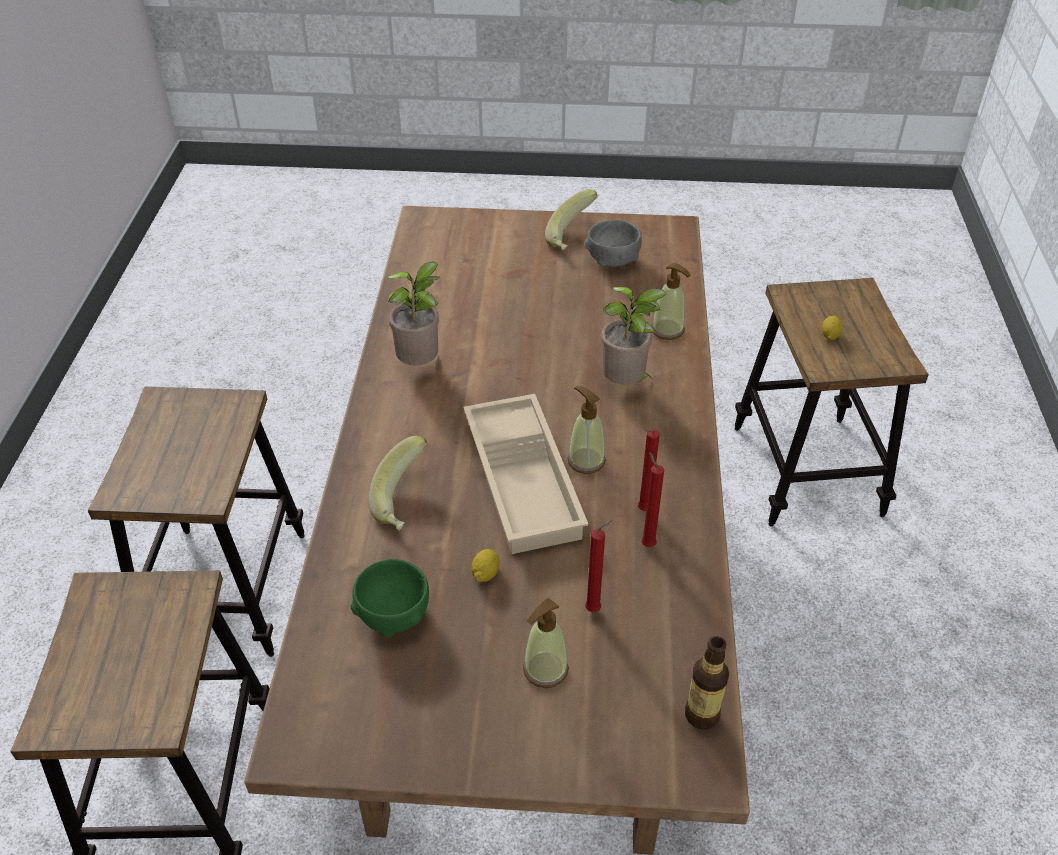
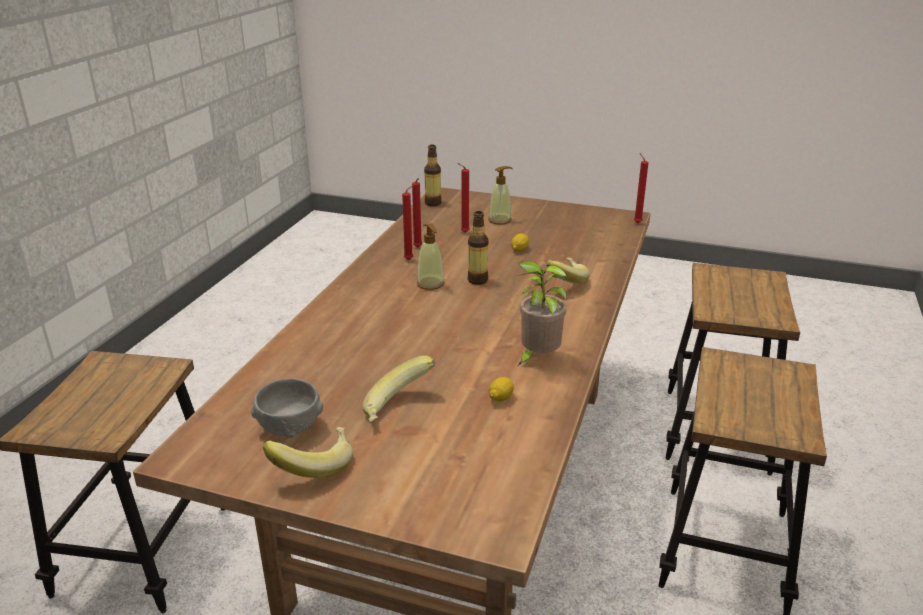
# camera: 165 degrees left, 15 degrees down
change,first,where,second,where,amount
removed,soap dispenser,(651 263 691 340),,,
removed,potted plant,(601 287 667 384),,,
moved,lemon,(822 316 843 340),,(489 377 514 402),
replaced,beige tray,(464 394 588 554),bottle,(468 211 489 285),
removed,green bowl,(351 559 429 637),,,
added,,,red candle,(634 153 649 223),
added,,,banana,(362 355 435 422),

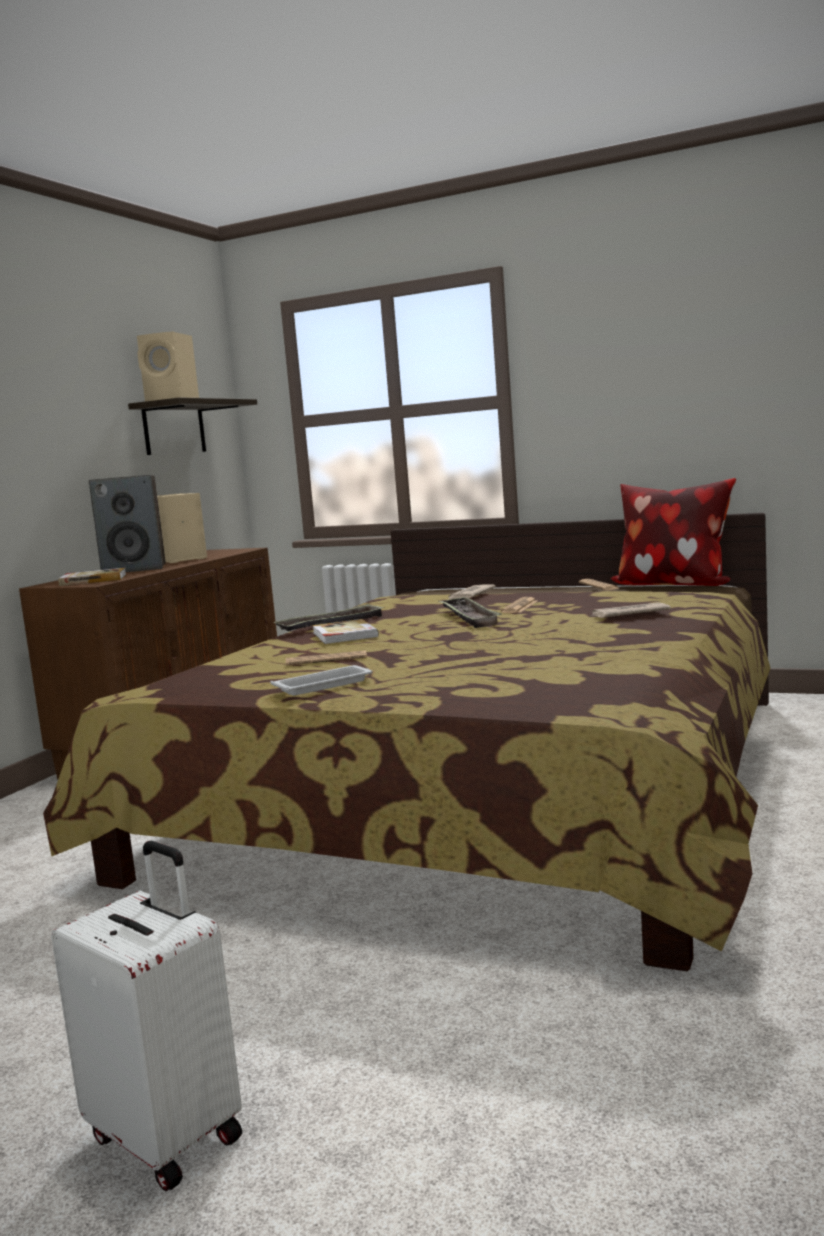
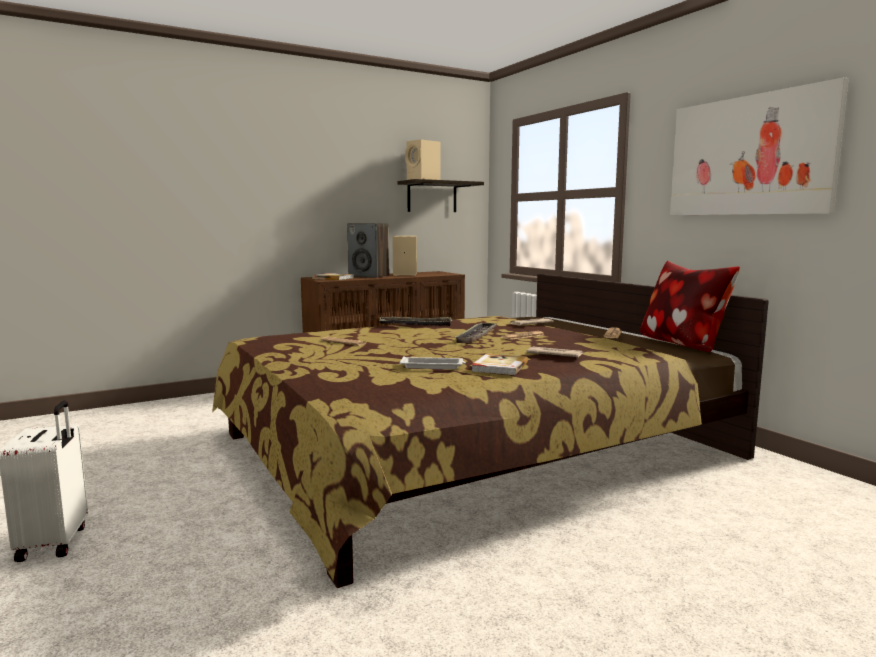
# camera: 35 degrees right, 0 degrees up
change,first,where,second,where,amount
moved,book,(312 619 379 644),,(471 353 528 375),
moved,white tray,(270 665 372 696),,(399 356 466 369),
added,,,picture,(670 77 849 215),

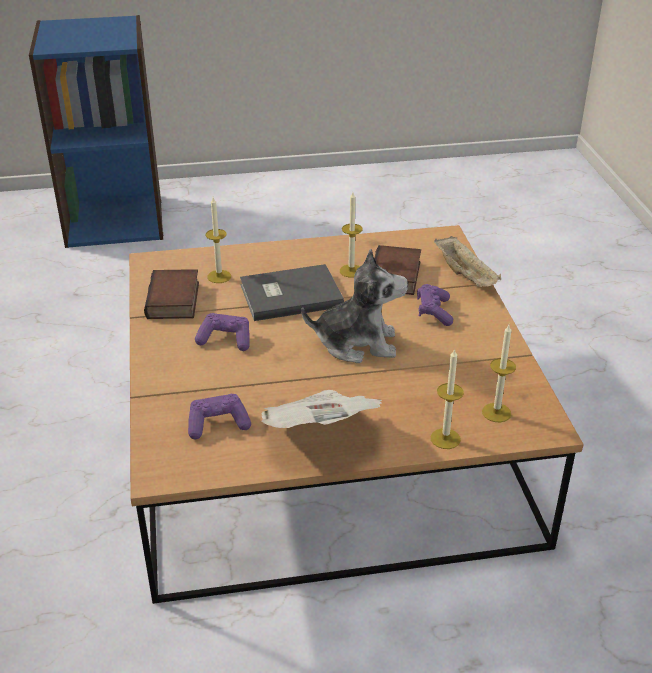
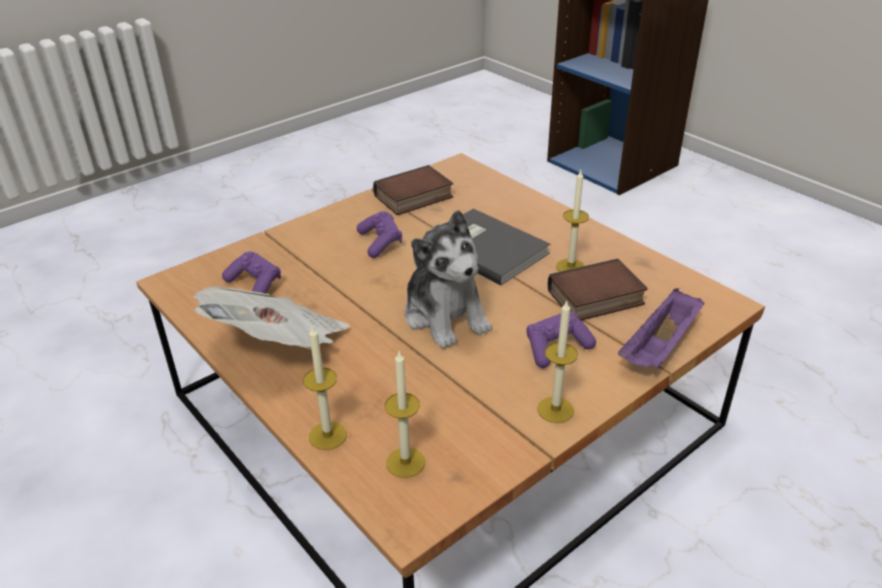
# camera: 60 degrees right, 0 degrees up
change,first,where,second,where,amount
moved,candle,(205 197 231 283),,(537 301 578 423),
recoloured,beige tray,(434 236 501 287),purple tray,(618 288 704 369),

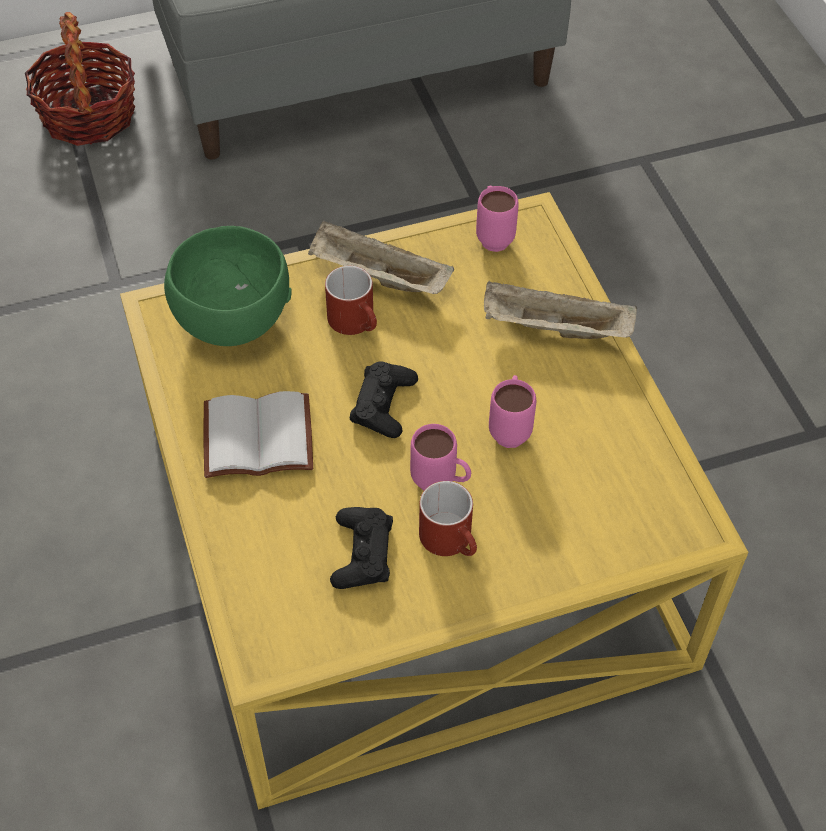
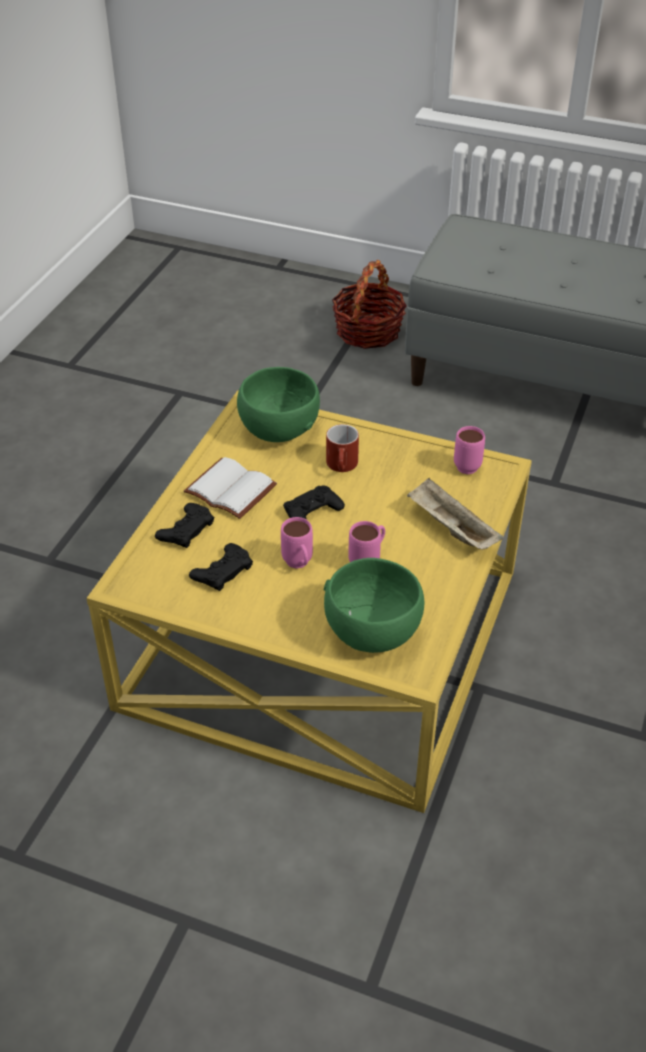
# camera: 40 degrees right, 10 degrees down
change,first,where,second,where,amount
removed,beige tray,(308 221 454 294),,,
removed,red mug,(419 481 477 556),,,
added,,,black game controller,(155 503 214 548),
added,,,green bowl,(324 558 424 653),

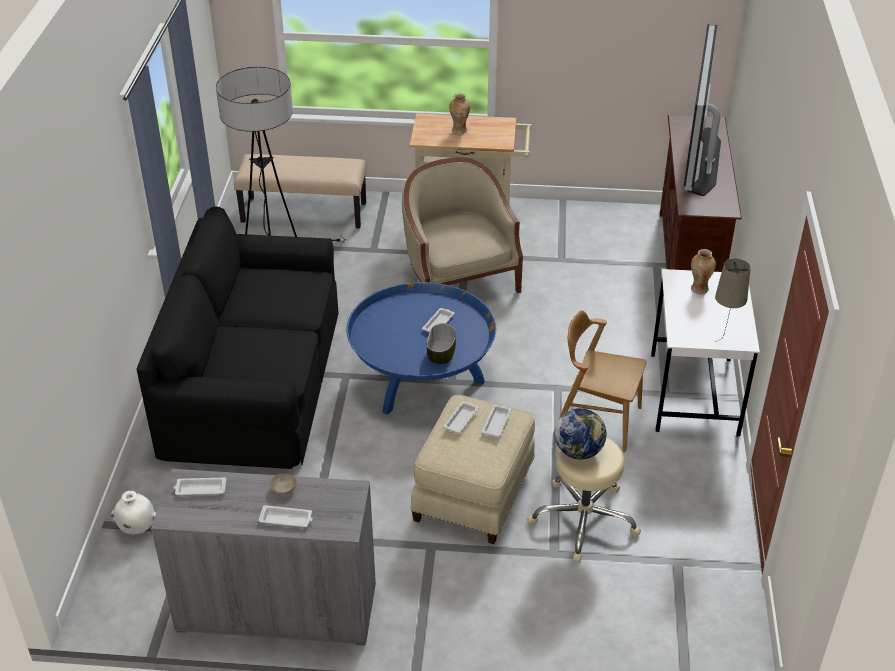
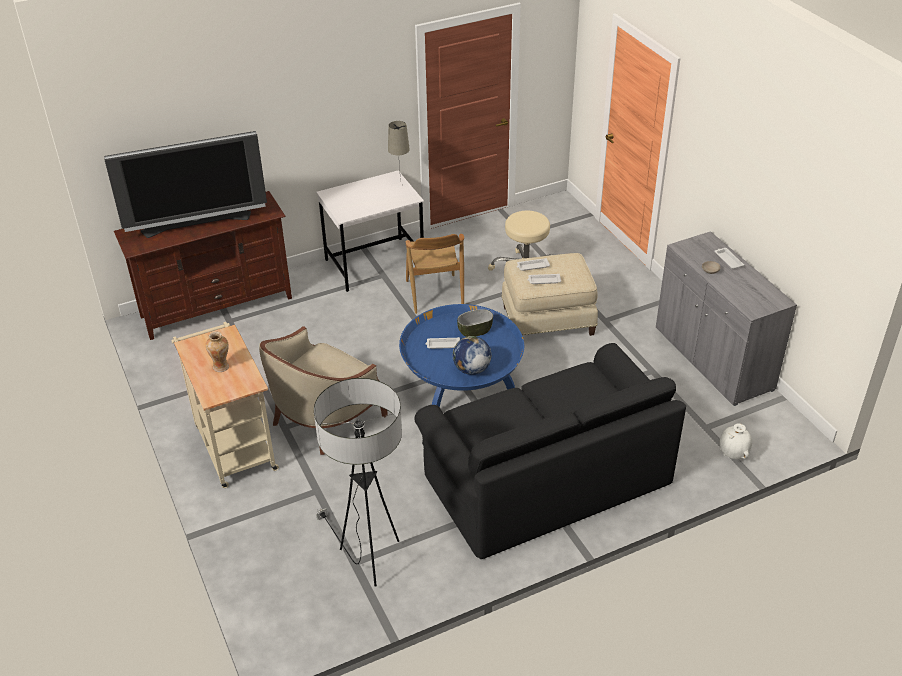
# camera: 120 degrees left, 0 degrees up
change,first,where,second,where,amount
removed,beige bench,(234 154 367 228),,,
removed,vase,(691 249 716 294),,,
moved,globe,(555 408 607 460),,(453 336 491 375),
removed,white tray,(174 477 226 495),,,

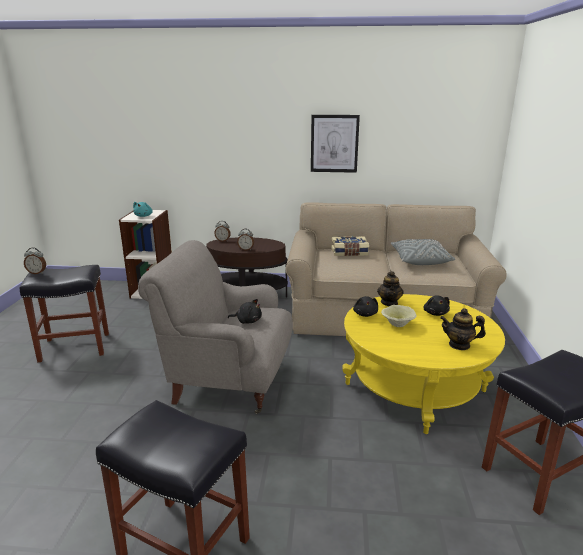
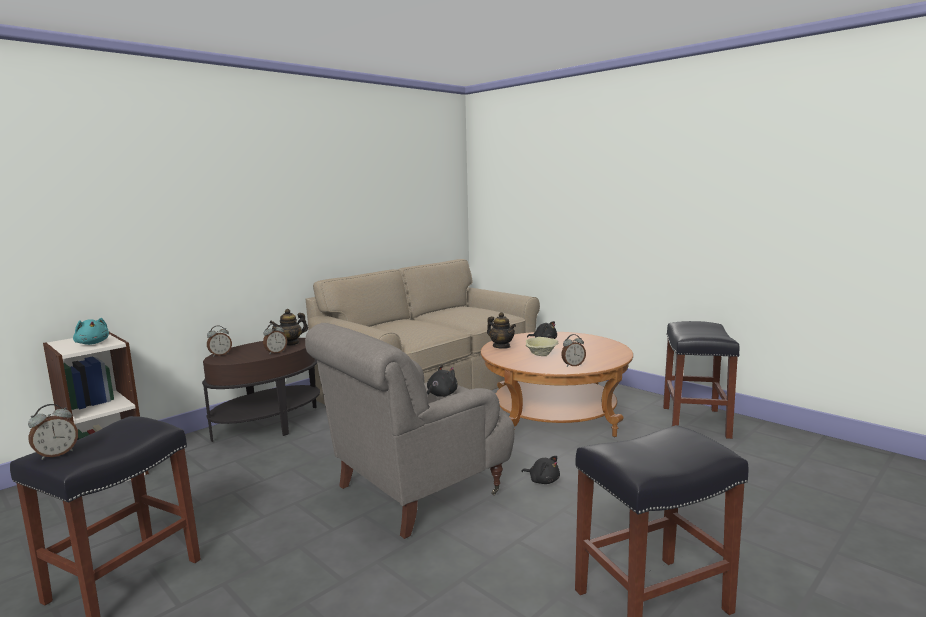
# camera: 50 degrees left, 10 degrees down
change,first,where,second,where,amount
removed,picture,(311 115 360 173),,,
removed,book,(331 236 369 256),,,
removed,grey pillow,(391 239 455 265),,,
recoloured,yellow coffee table,(342 294 505 434),brown coffee table,(481 332 633 437),
moved,black plush toy,(353 296 378 317),,(521 456 560 484),
moved,teapot,(440 308 486 350),,(269 309 308 346),
added,,,alarm clock,(561 334 586 367),

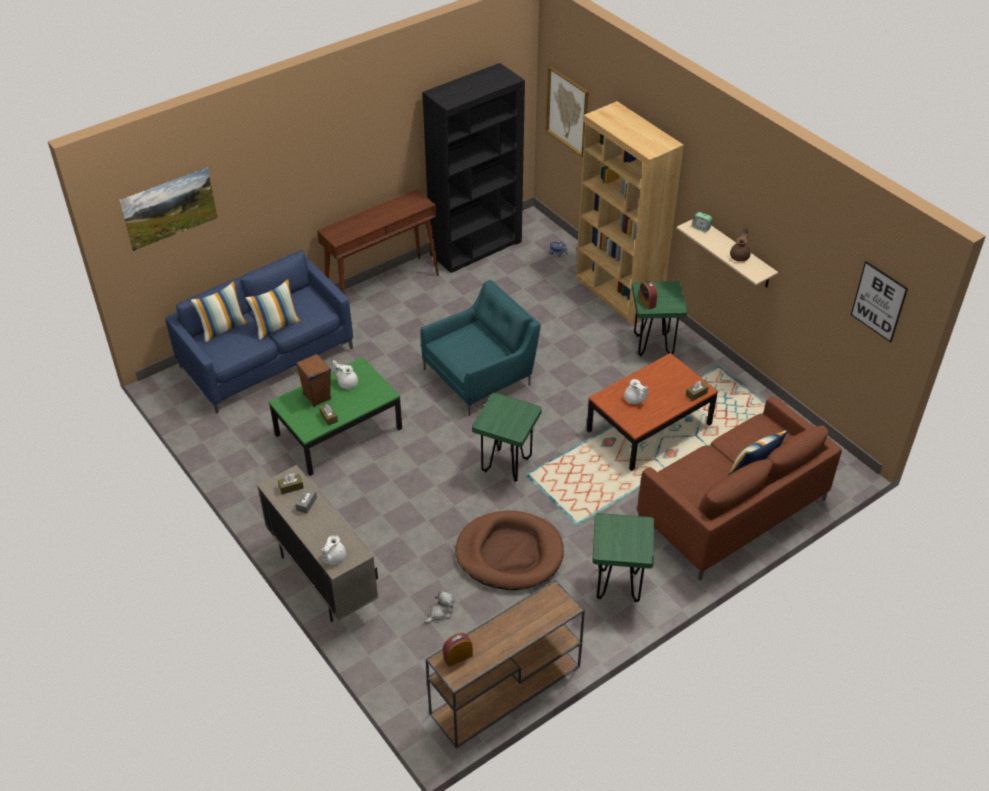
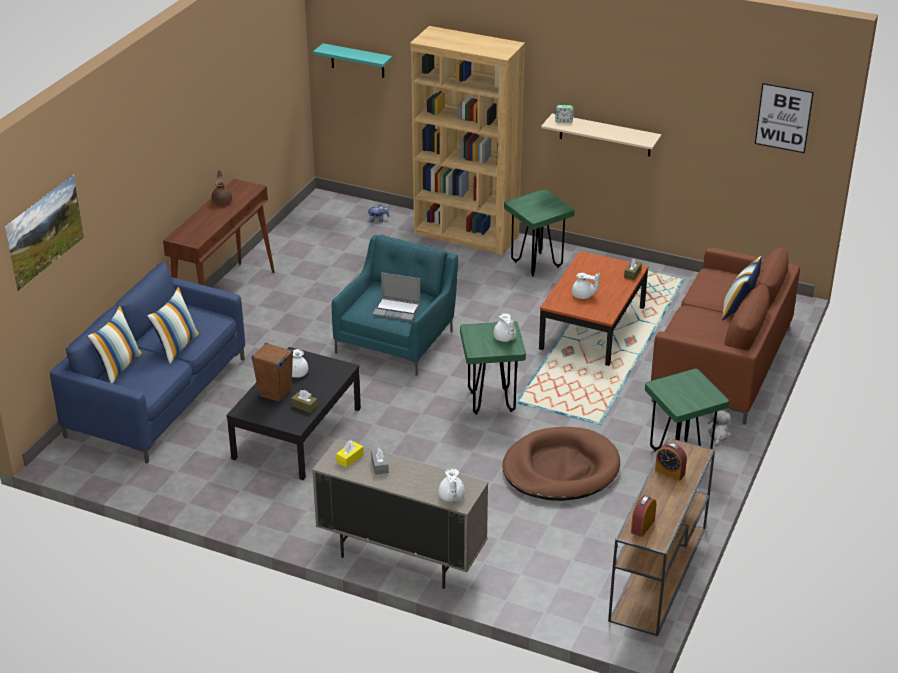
# camera: 30 degrees left, 10 degrees down
change,first,where,second,where,amount
removed,black bookcase,(422 63 525 273),,,
replaced,picture,(546 67 589 157),turquoise shelf,(313 43 392 78),
moved,brown teapot,(730 227 750 262),,(212 170 232 205),
moved,alarm clock,(639 280 657 310),,(655 442 687 481),
recoloured,green coffee table,(269 357 402 476),black coffee table,(226 347 361 480),
recoloured,brown tissue box,(278 473 303 494),yellow tissue box,(336 440 363 468),
moved,plush toy,(424 590 454 624),,(708 410 731 447),
added,,,laptop,(373 272 421 322),
added,,,white teapot,(493 313 516 342),

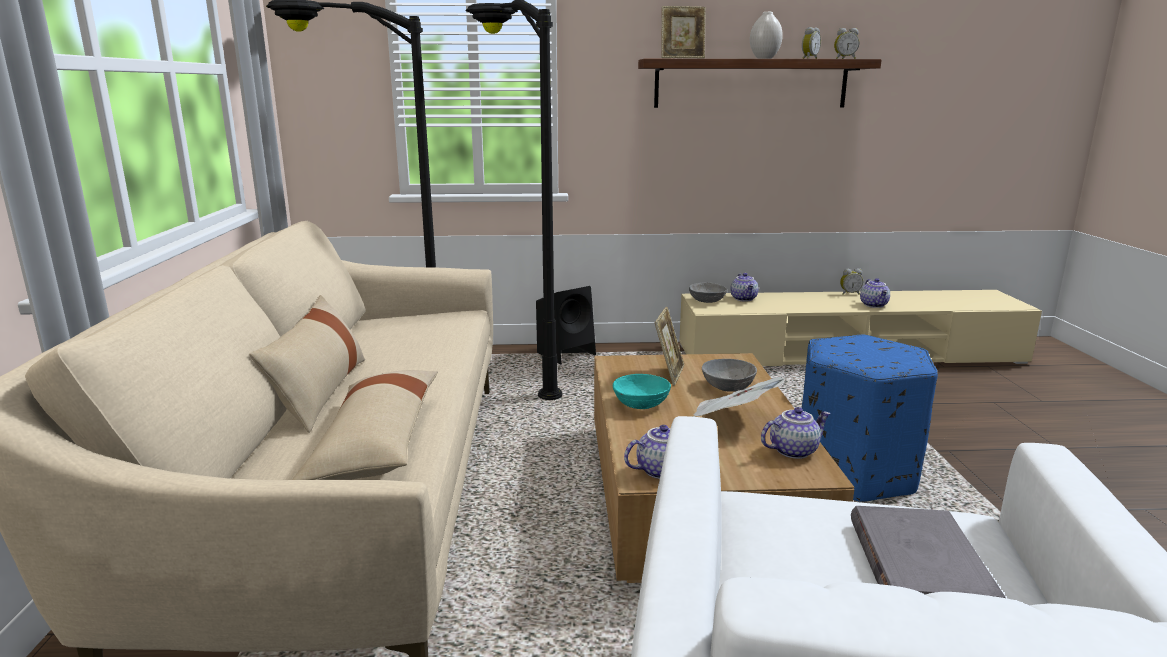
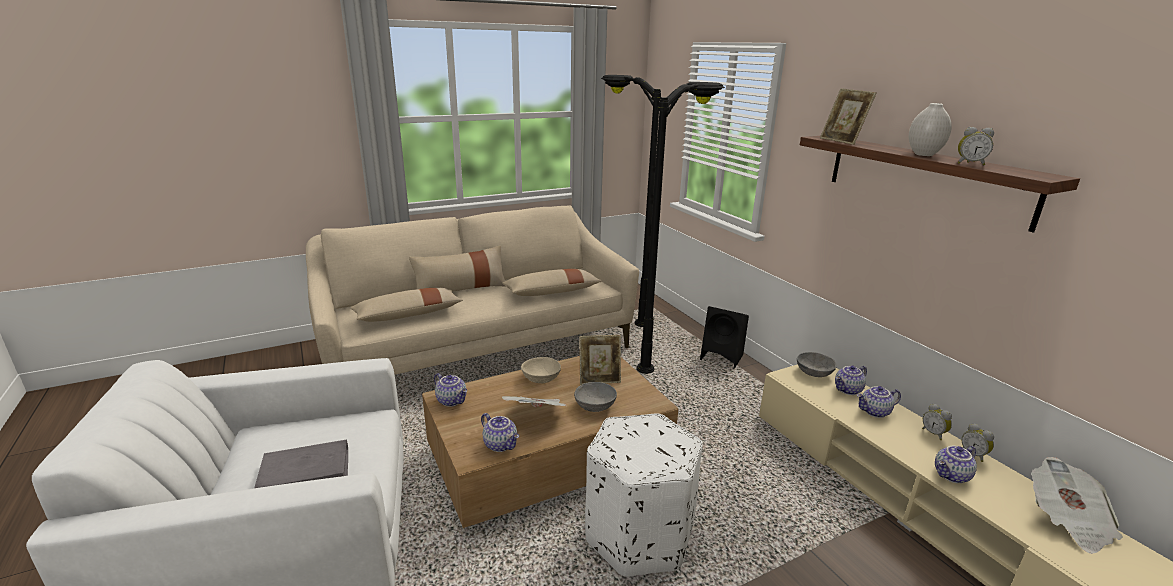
# camera: 65 degrees right, 5 degrees up
change,first,where,second,where,amount
moved,alarm clock,(834 28 859 59),,(922 403 952 440),
recoloured,blue ottoman,(801 335 938 502),white ottoman,(585 413 703 577),
recoloured,turquoise bowl,(613 374 671 409),beige bowl,(521 357 561 383),
added,,,beige pillow,(502 269 602 296),
added,,,teapot,(857 386 901 418),
added,,,newspaper,(1031 457 1123 554),

